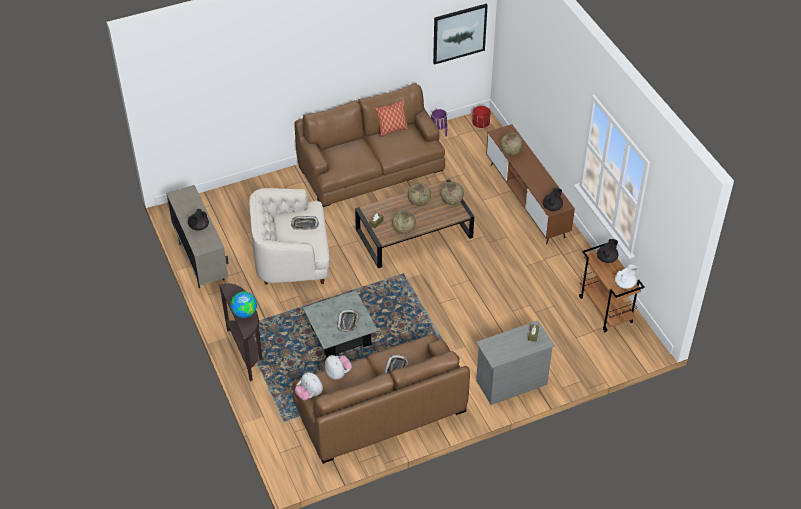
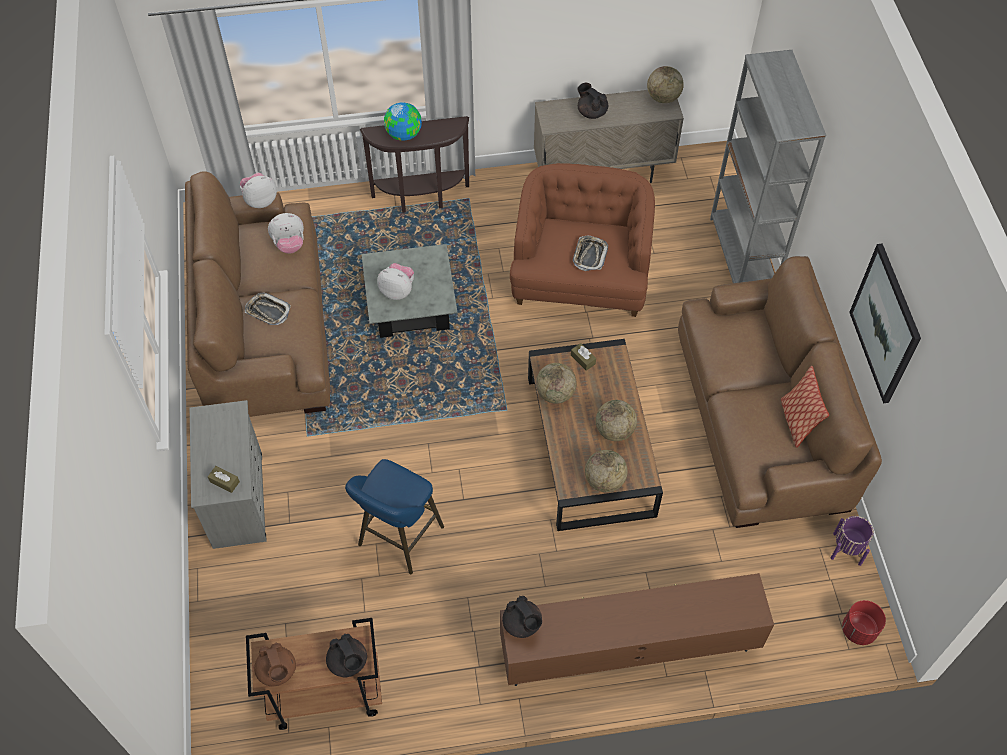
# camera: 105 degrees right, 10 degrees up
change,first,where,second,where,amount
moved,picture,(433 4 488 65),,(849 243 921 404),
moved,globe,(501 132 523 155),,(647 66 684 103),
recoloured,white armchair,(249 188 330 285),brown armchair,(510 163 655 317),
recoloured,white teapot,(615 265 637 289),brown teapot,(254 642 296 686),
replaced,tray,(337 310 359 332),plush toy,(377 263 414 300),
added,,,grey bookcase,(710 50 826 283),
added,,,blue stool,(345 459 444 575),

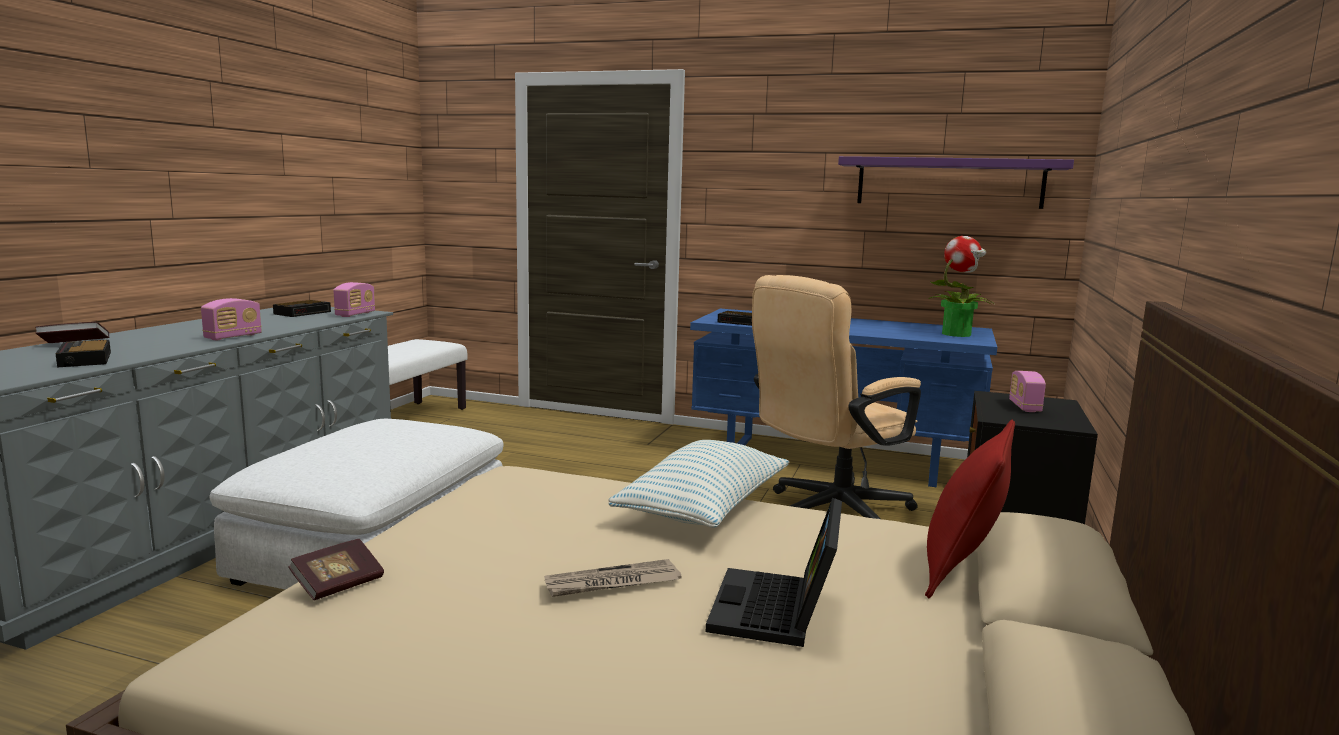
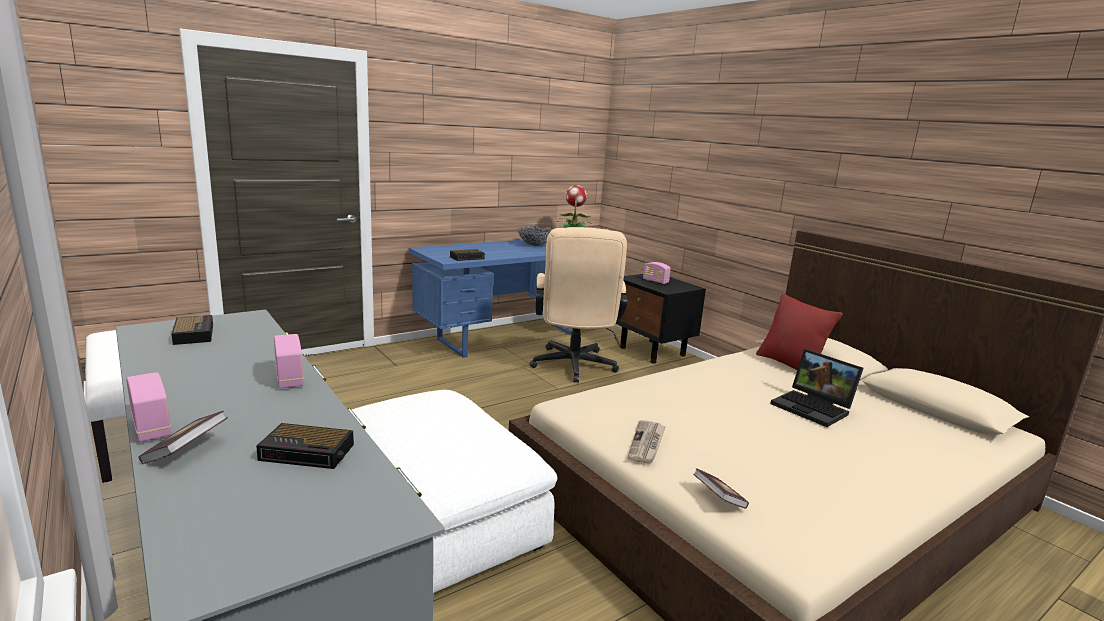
# camera: 55 degrees left, 5 degrees up
change,first,where,second,where,amount
removed,purple shelf,(838 156 1074 209),,,
moved,radio,(333 282 375 317),,(126 372 171 442),
removed,pillow,(608 440 789 528),,,
moved,newspaper,(544 559 682 597),,(628 420 666 464),
added,,,bowl,(518 225 553 246),

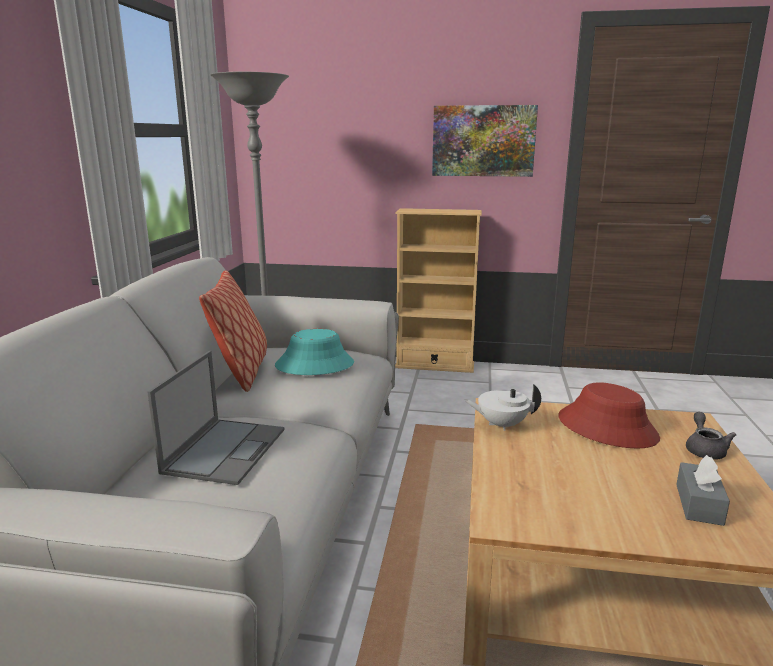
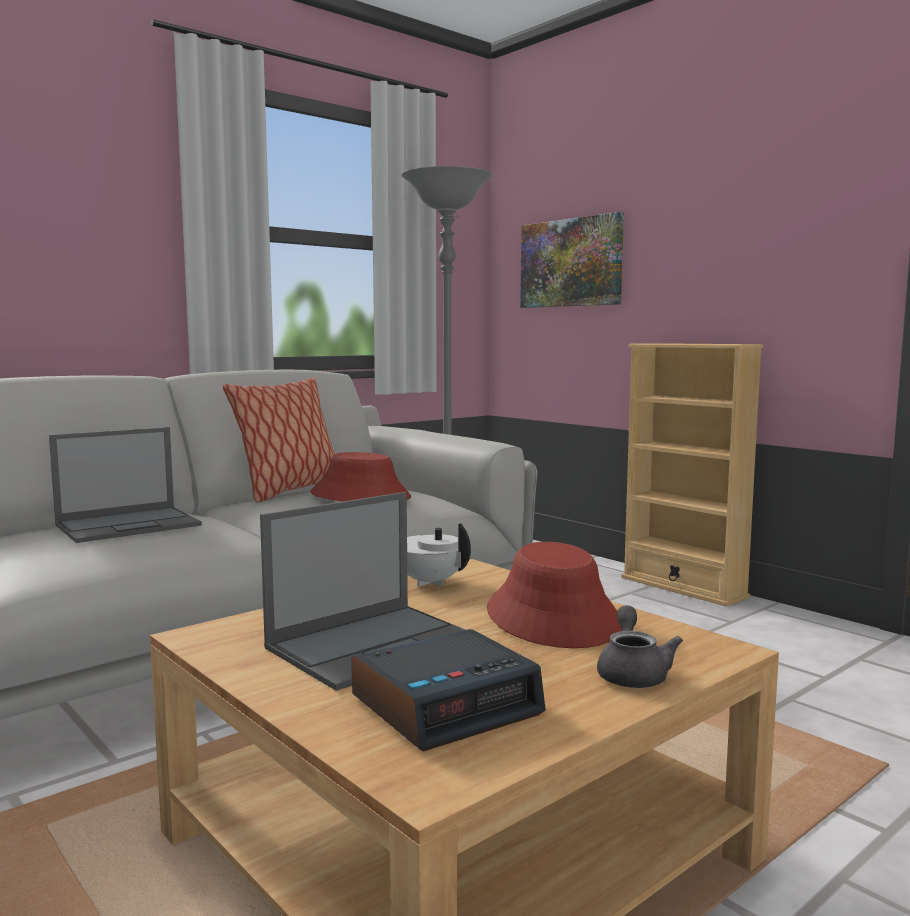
# camera: 40 degrees right, 10 degrees down
change,first,where,second,where,amount
moved,picture,(432 105 538 177),,(520 212 624 308),
recoloured,turquoise hat,(275 329 354 375),red hat,(310 452 411 501),
turned,grey teapot,(686 412 736 460),,(597 605 683 688),45 degrees counterclockwise
replaced,grey tissue box,(676 455 730 526),alarm clock,(351 629 546 751),
added,,,laptop,(260 492 465 691),

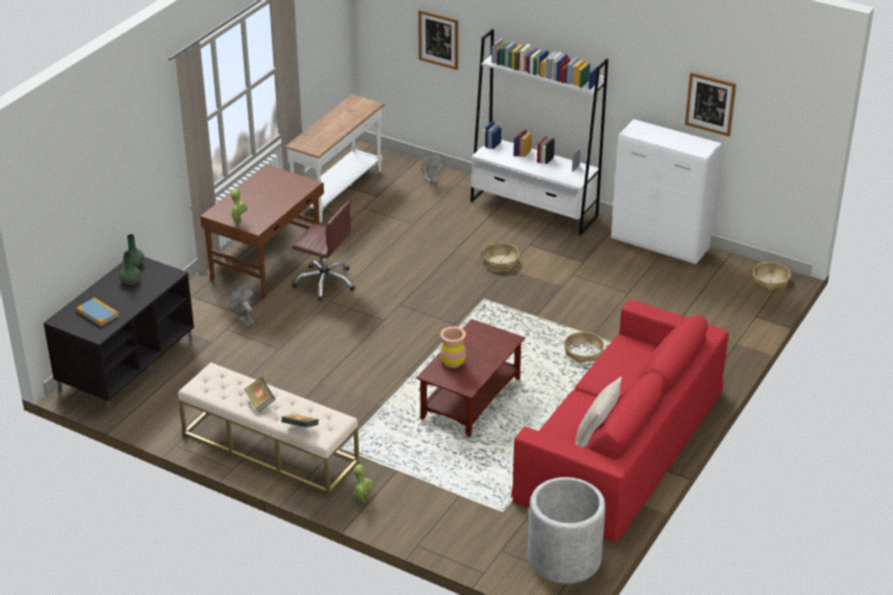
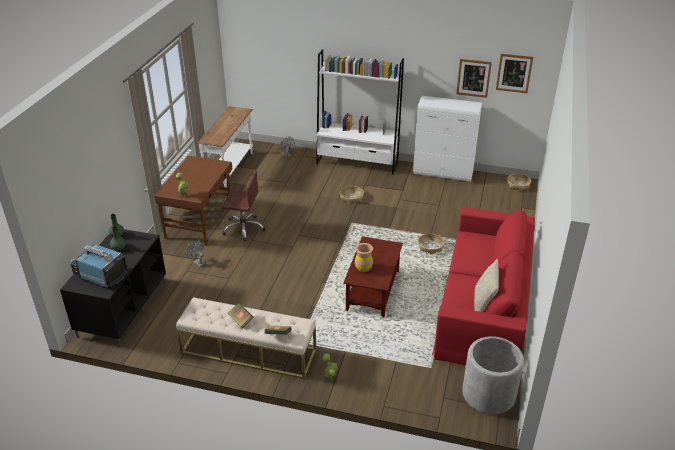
# camera: 15 degrees left, 0 degrees up
change,first,where,second,where,amount
moved,picture,(418 10 458 70),,(496 54 533 93),
replaced,book,(77 298 119 326),television,(70 244 128 288),

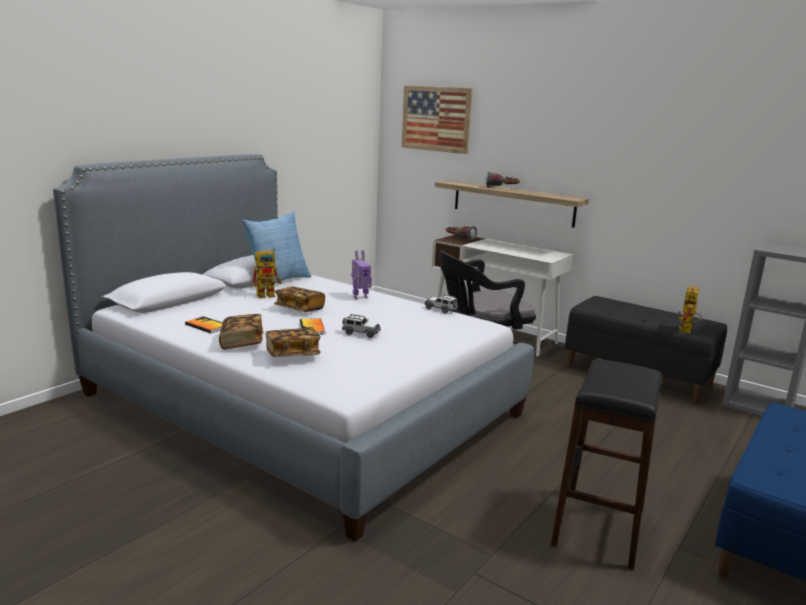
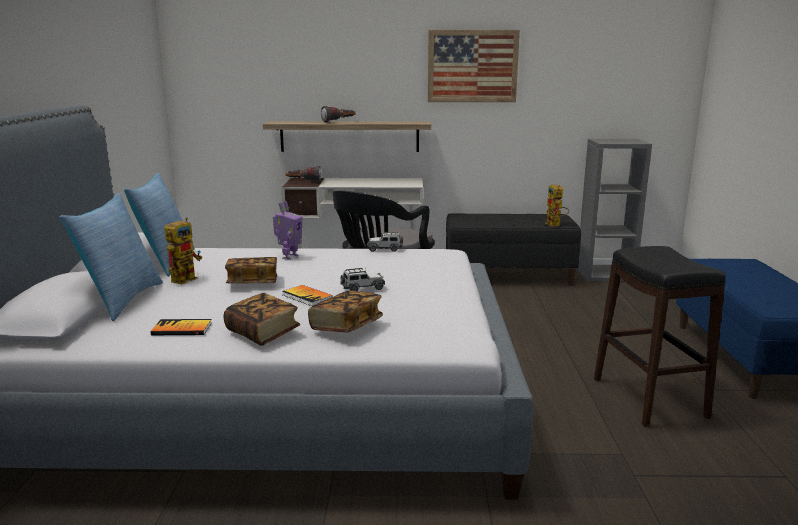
# camera: 35 degrees left, 0 degrees up
change,first,where,second,where,amount
moved,picture,(402 86 473 154),,(428 30 520 102),
added,,,pillow,(59 193 163 321),

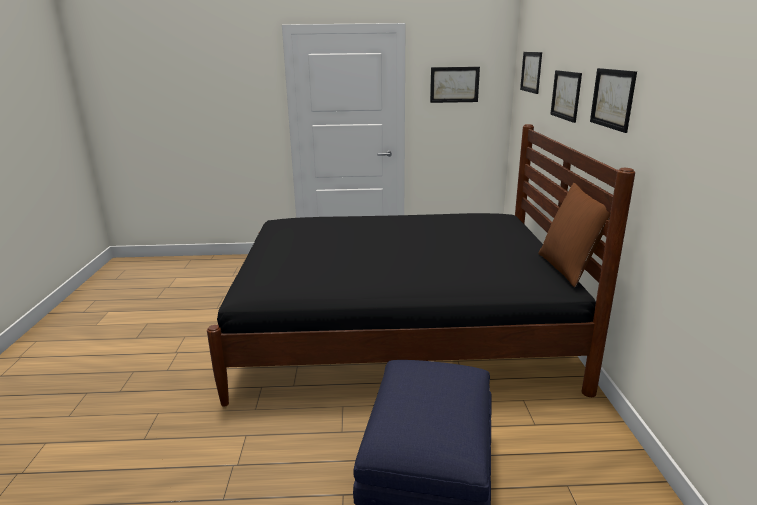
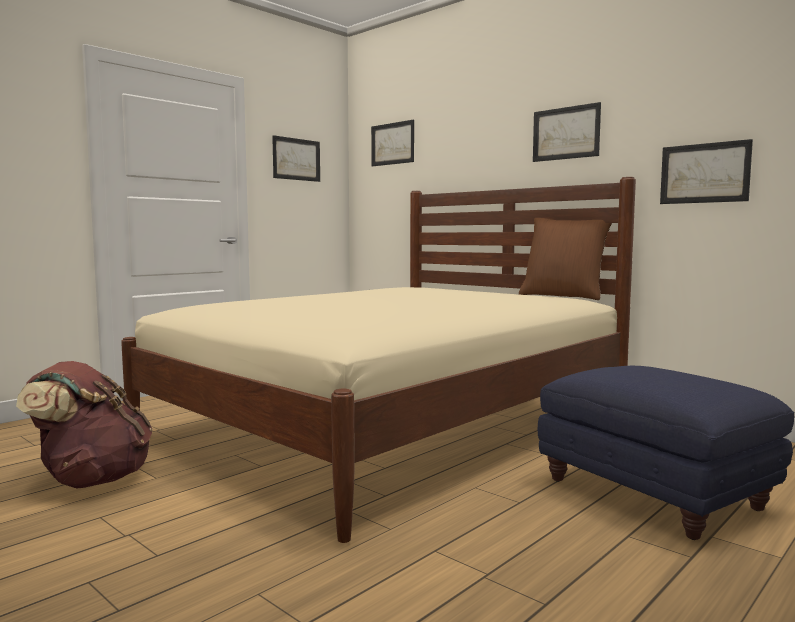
# camera: 45 degrees left, 15 degrees down
change,first,where,second,where,amount
moved,picture,(550 70 582 123),,(660 139 753 204),
recoloured,black bed,(207 124 635 407),beige bed,(121 177 636 543),
added,,,brown backpack,(16 361 153 488),

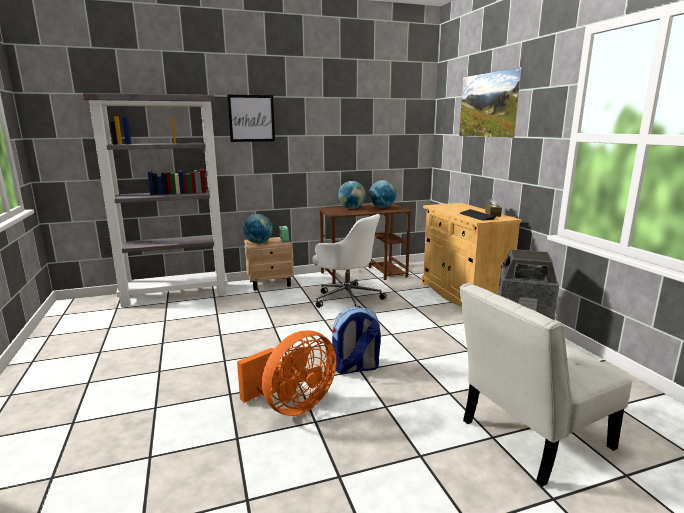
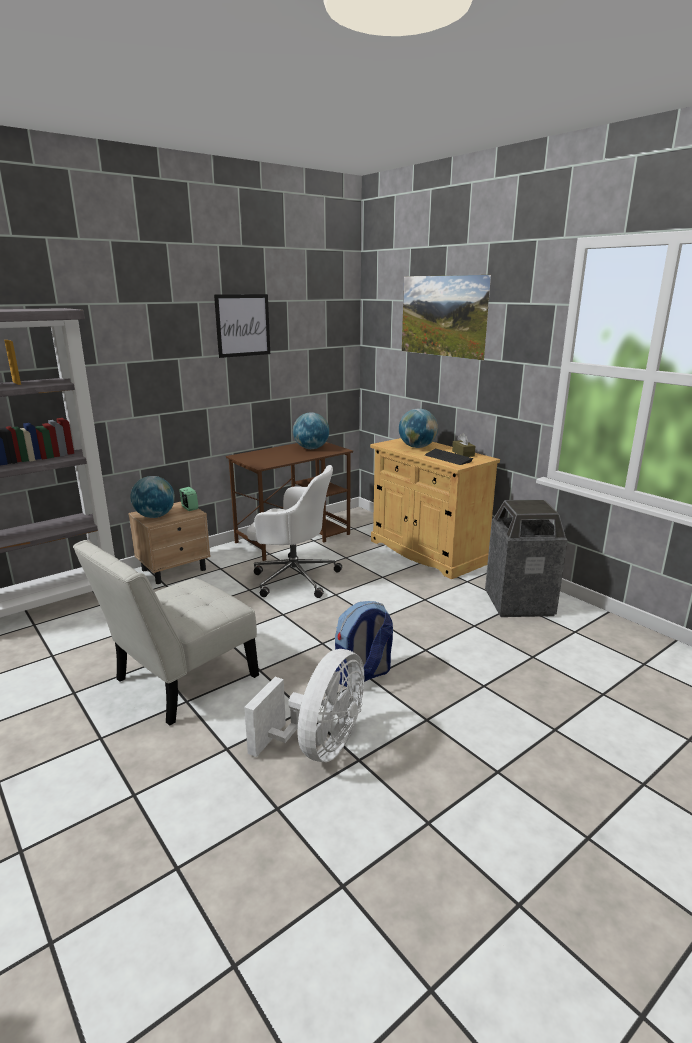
# camera: 20 degrees left, 5 degrees up
change,first,where,second,where,amount
moved,picture,(227 95 275 142),,(214 294 270 358),
moved,globe,(338 181 366 209),,(399 408 438 448),
moved,white chair,(459 283 632 487),,(73 540 259 726),
recoloured,orange fan,(237 330 337 416),white fan,(244 649 364 762),

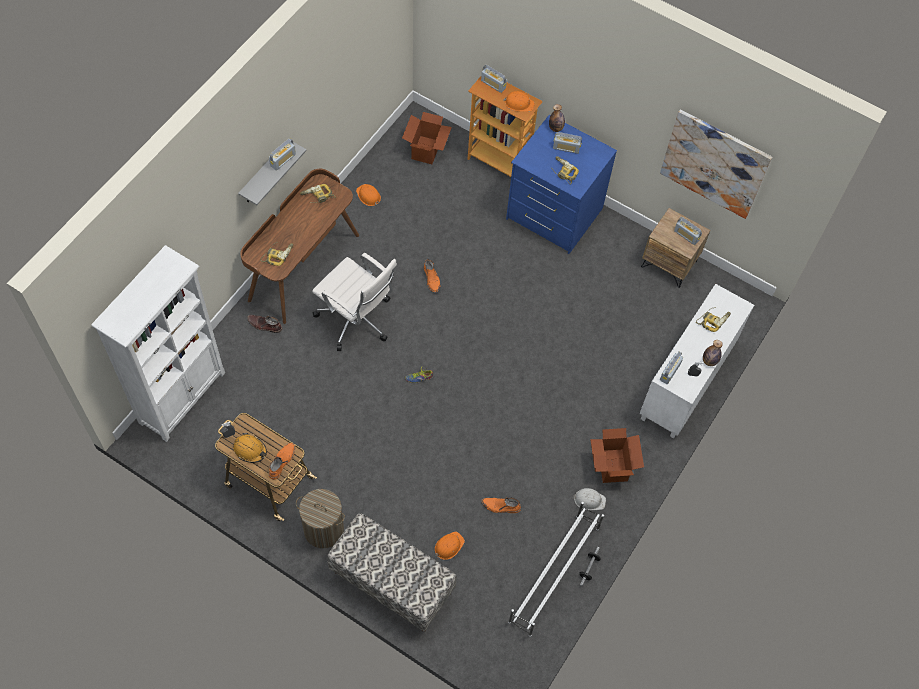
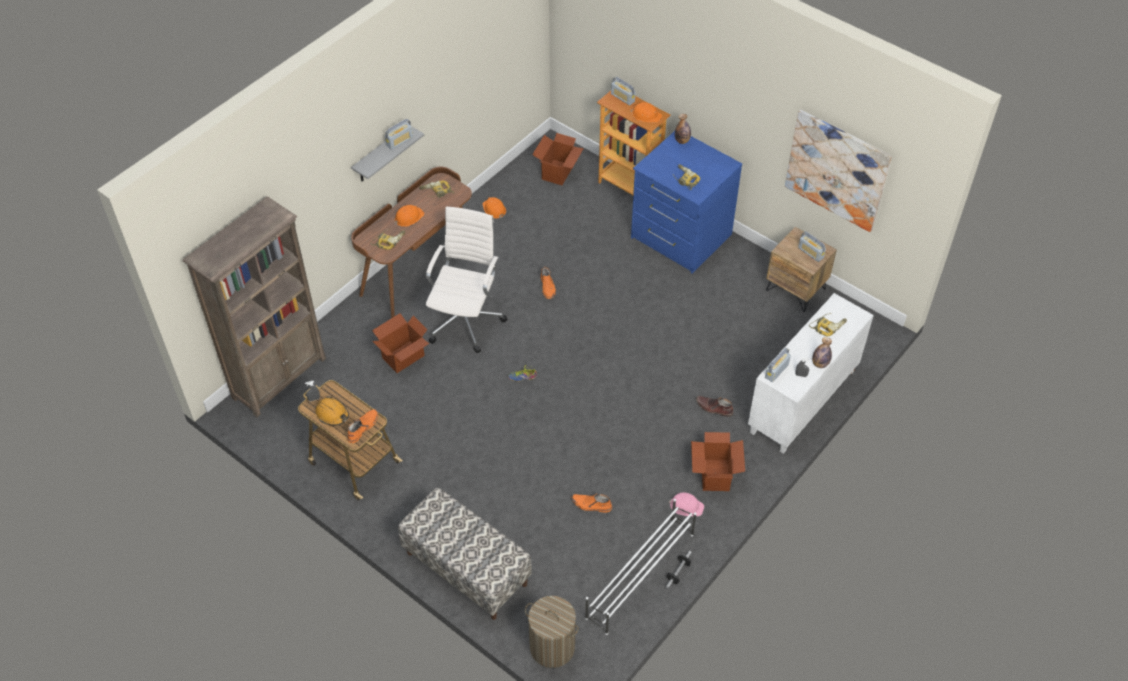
# camera: 10 degrees right, 10 degrees down
change,first,where,second,where,amount
removed,radio,(553 132 582 154),,,
recoloured,white bookcase,(91 245 225 442),brown bookcase,(183 197 326 417),
turned,white office chair,(312 253 397 351),,(426 206 508 353),120 degrees counterclockwise
moved,brown boot,(247 315 283 333),,(696 396 734 417),
recoloured,white hard hat,(573 488 606 510),pink hard hat,(668 493 704 516),
moved,laundry basket,(296 489 345 548),,(525 596 579 668),
moved,orange hard hat,(435 532 465 560),,(395 205 425 227),
added,,,cardboard box,(372 313 429 373),

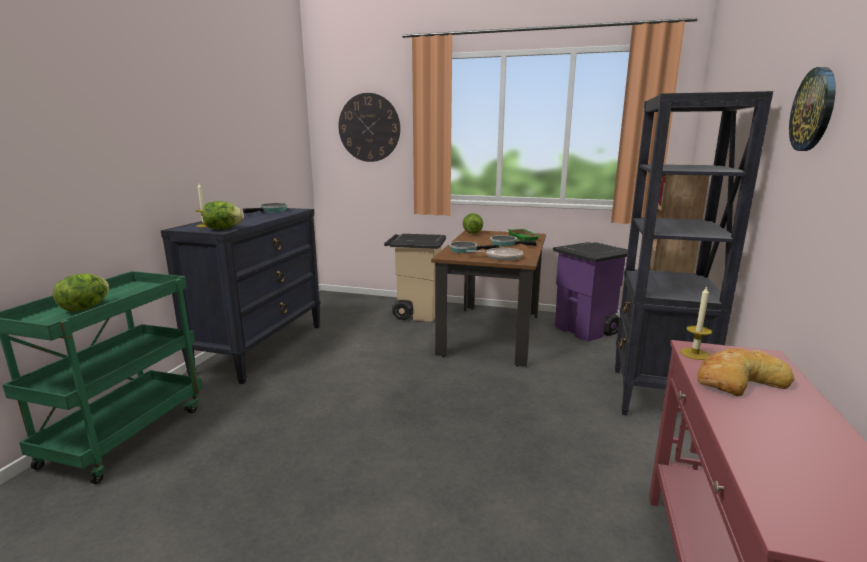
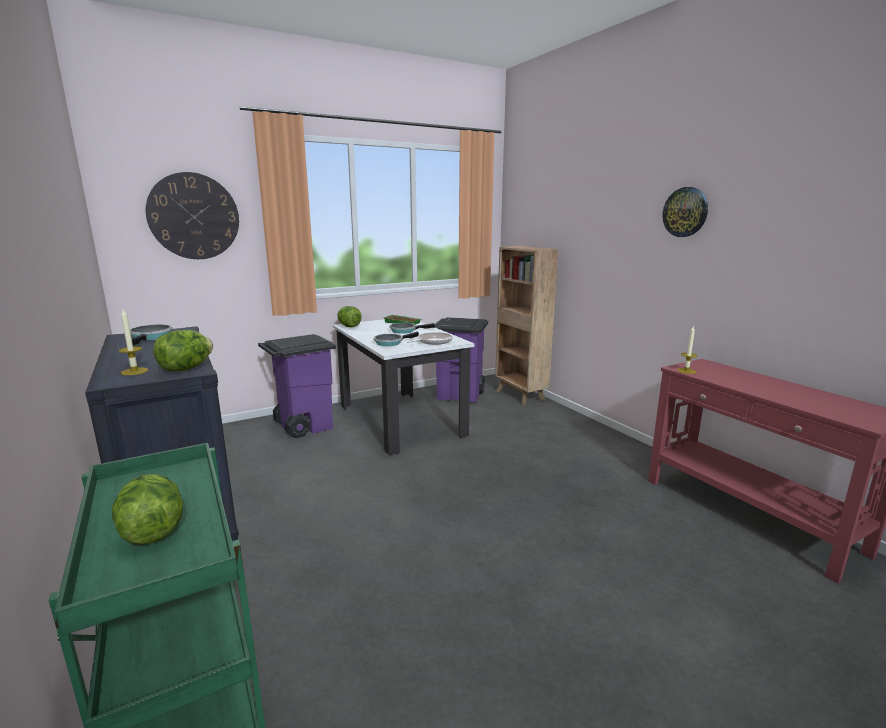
# camera: 45 degrees left, 0 degrees up
change,first,where,second,where,amount
removed,black bookcase,(615 91 773 416),,,
recoloured,brown dining table,(431 230 546 367),white dining table,(333 319 475 455),
recoloured,beige trash can,(384 234 446 322),purple trash can,(258 334 336 438),
removed,bread,(697 348 794 396),,,

